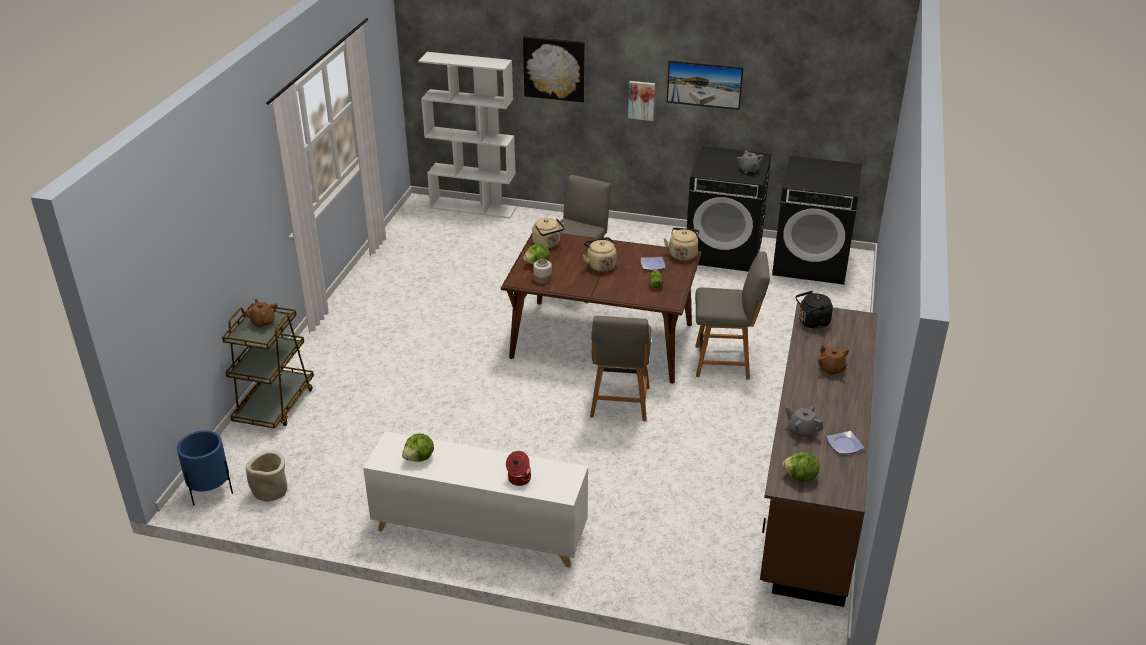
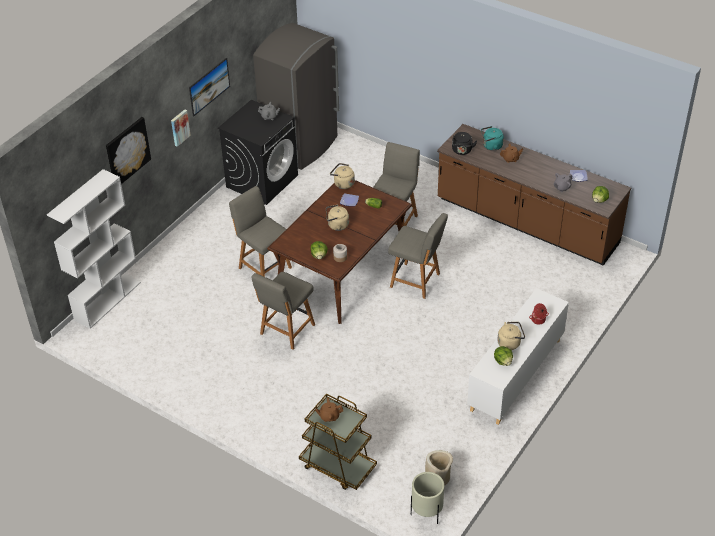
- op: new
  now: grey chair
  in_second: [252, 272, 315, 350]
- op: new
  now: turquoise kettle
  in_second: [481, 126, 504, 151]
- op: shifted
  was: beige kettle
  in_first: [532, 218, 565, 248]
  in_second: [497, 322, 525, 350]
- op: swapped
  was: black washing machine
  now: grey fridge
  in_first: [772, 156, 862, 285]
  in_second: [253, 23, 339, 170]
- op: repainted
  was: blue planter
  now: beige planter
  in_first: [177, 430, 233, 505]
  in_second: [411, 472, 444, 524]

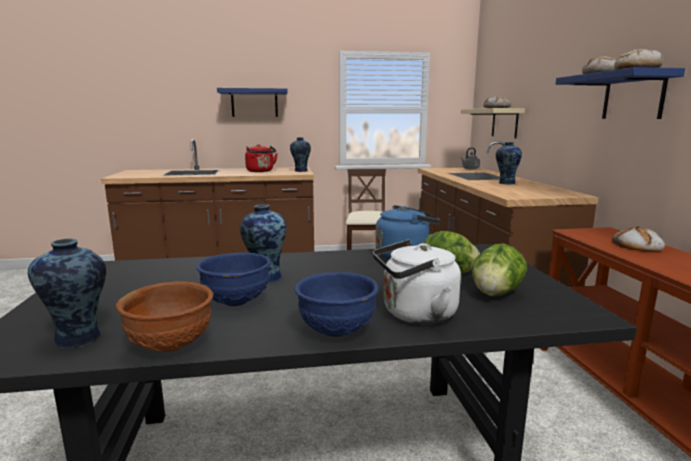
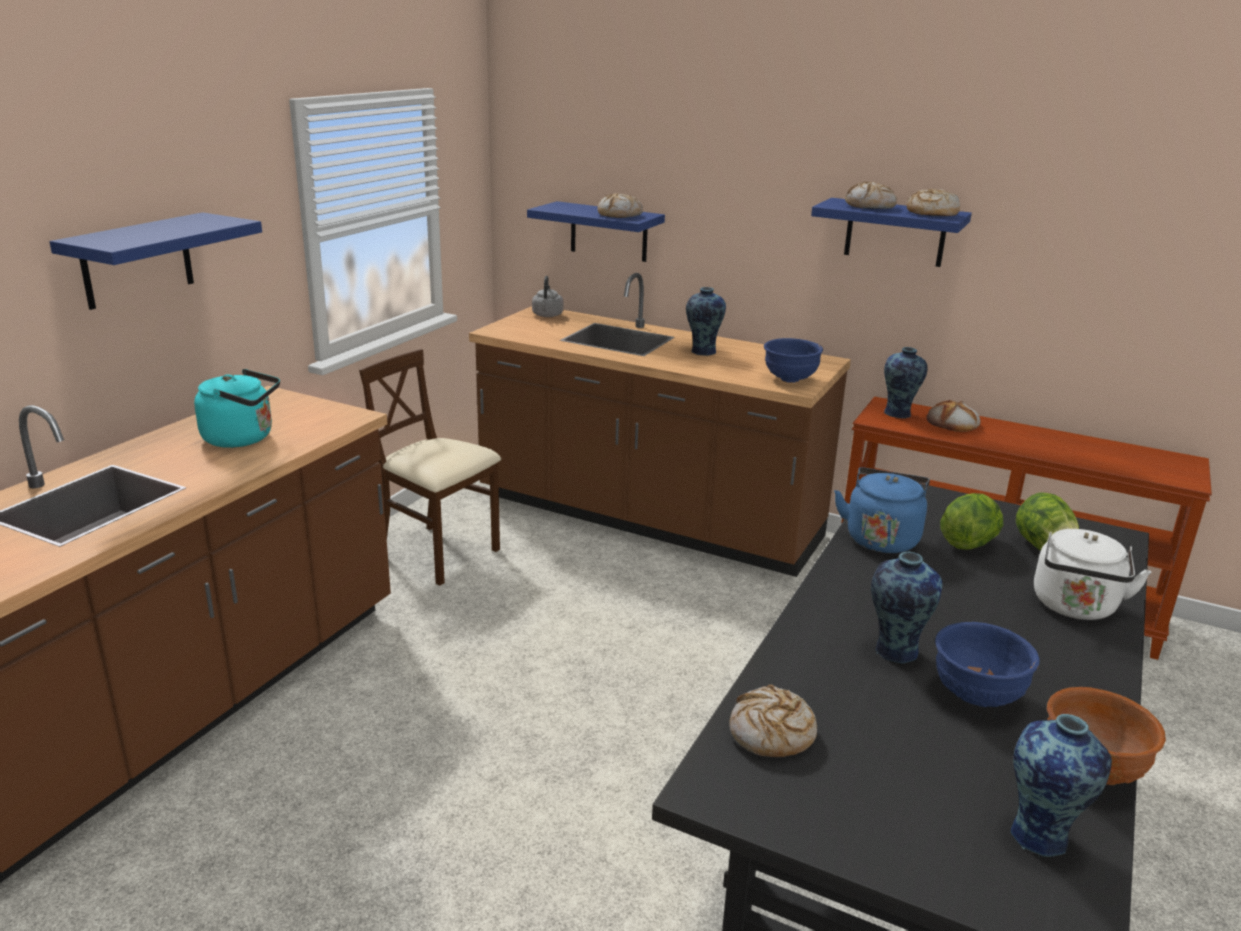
- op: new
  now: bread
  in_second: [729, 684, 817, 757]
- op: shifted
  was: vase
  in_first: [290, 137, 311, 172]
  in_second: [884, 347, 928, 418]
- op: shifted
  was: blue bowl
  in_first: [294, 272, 378, 337]
  in_second: [764, 338, 823, 383]
- op: repainted
  was: red kettle
  now: turquoise kettle
  in_first: [245, 144, 278, 172]
  in_second: [194, 369, 280, 448]
- op: repainted
  was: beige shelf
  now: blue shelf
  in_first: [461, 108, 525, 138]
  in_second: [527, 201, 665, 262]

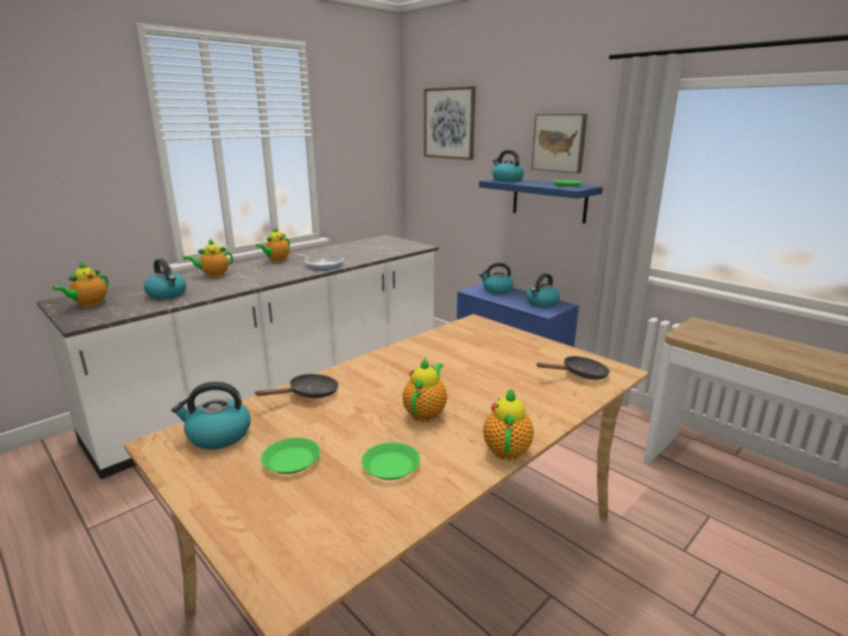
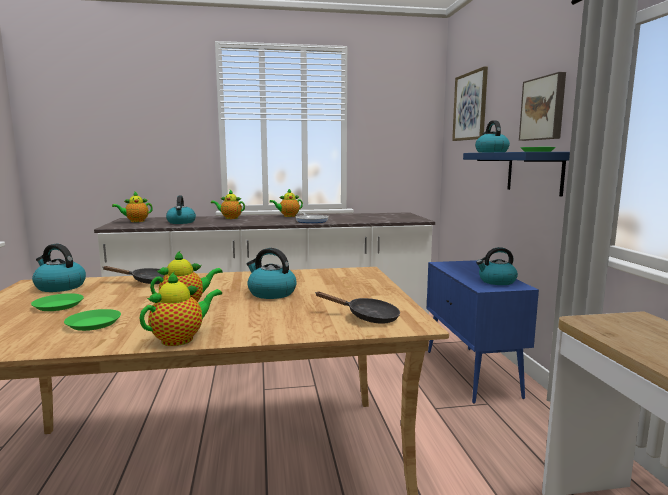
- op: shifted
  was: kettle
  in_first: [479, 263, 513, 294]
  in_second: [247, 248, 297, 299]

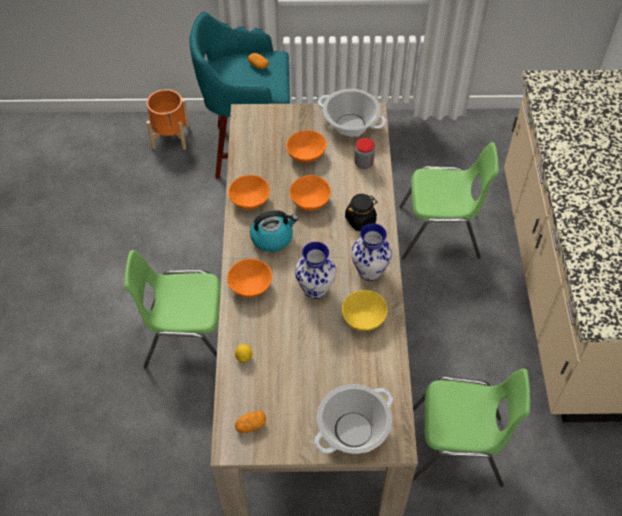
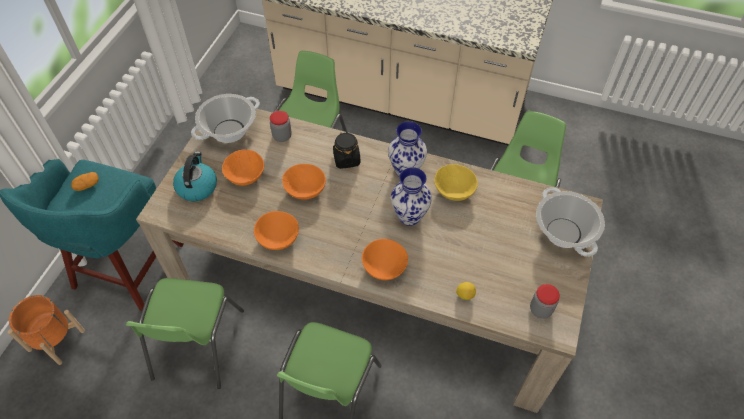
- op: new
  now: green chair
  in_second: [126, 278, 244, 389]
- op: shifted
  was: kettle
  in_first: [250, 210, 298, 252]
  in_second: [173, 151, 217, 201]
- op: swapped
  was: potato
  now: jar
  in_first: [235, 411, 266, 433]
  in_second: [530, 284, 560, 319]

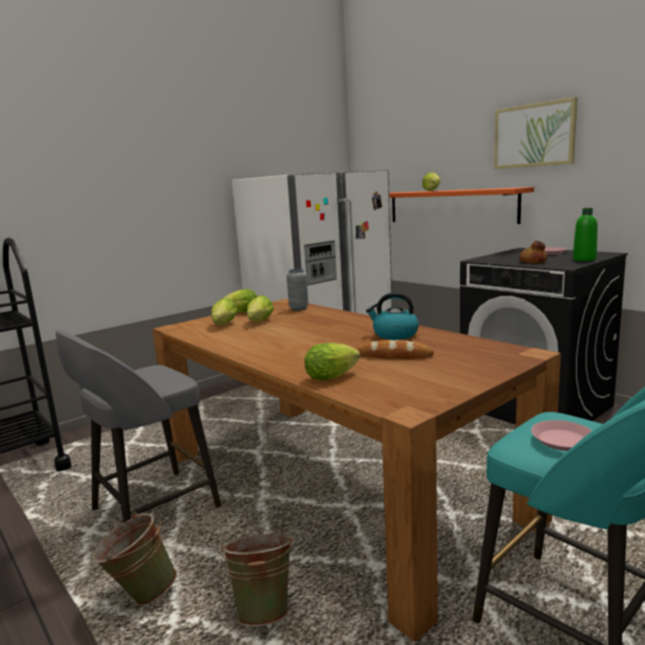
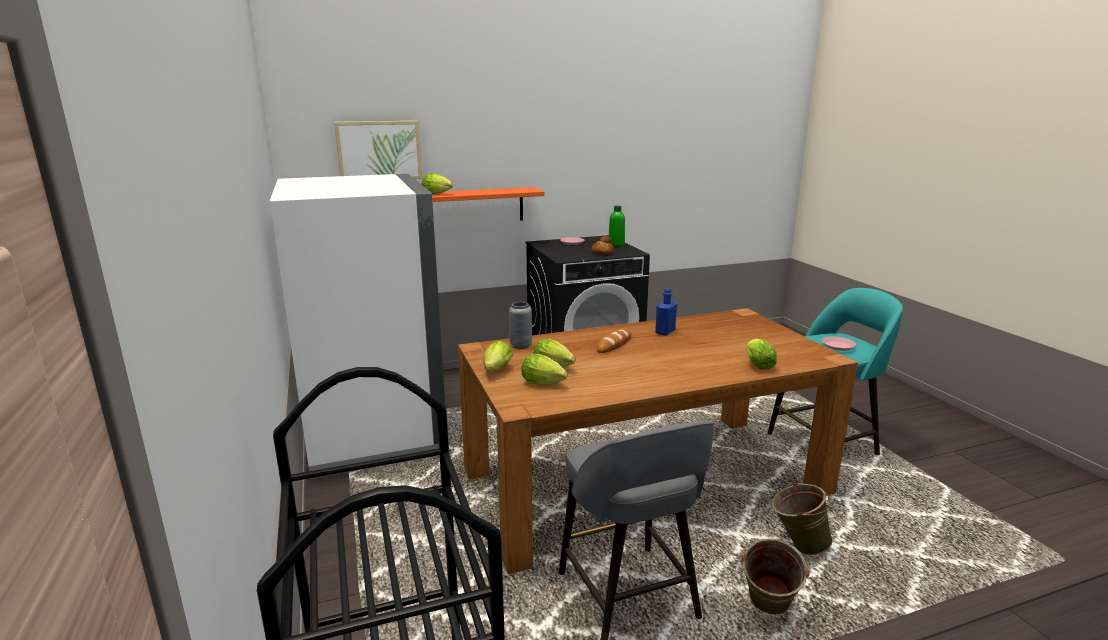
- op: shifted
  was: bread
  in_first: [356, 340, 434, 359]
  in_second: [597, 329, 631, 353]
- op: shifted
  was: picture
  in_first: [494, 97, 578, 169]
  in_second: [334, 121, 422, 179]
- op: swapped
  was: kettle
  now: blue bottle
  in_first: [366, 292, 419, 340]
  in_second: [655, 288, 677, 336]

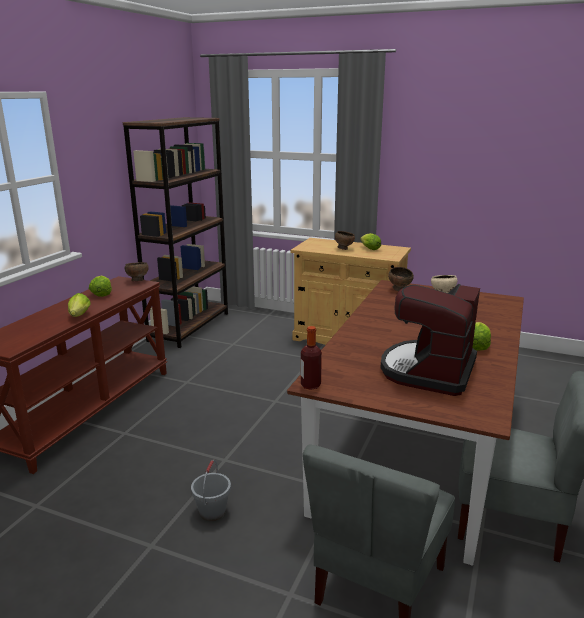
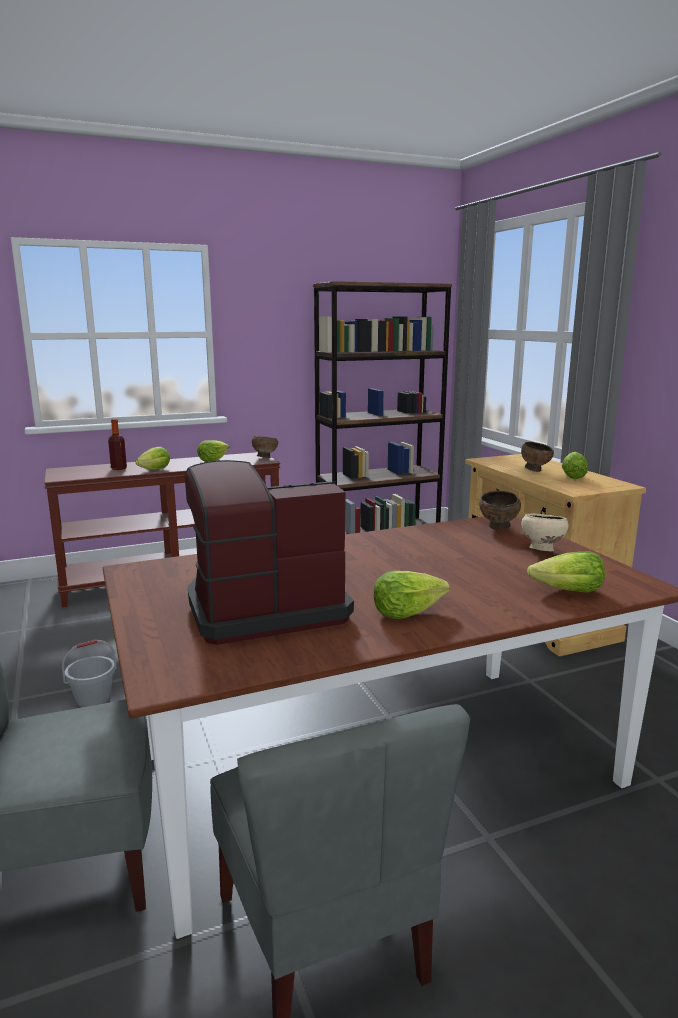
- op: new
  now: lettuce
  in_second: [527, 551, 605, 593]
- op: shifted
  was: bottle
  in_first: [301, 326, 322, 390]
  in_second: [108, 419, 127, 470]

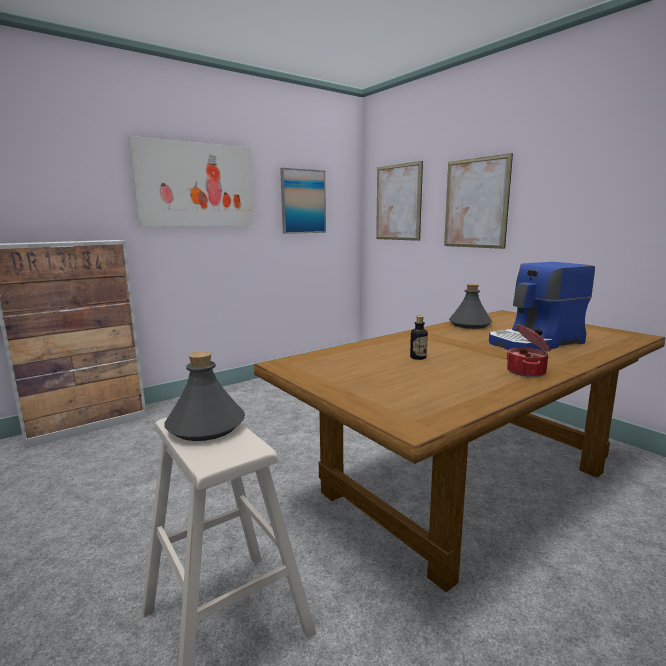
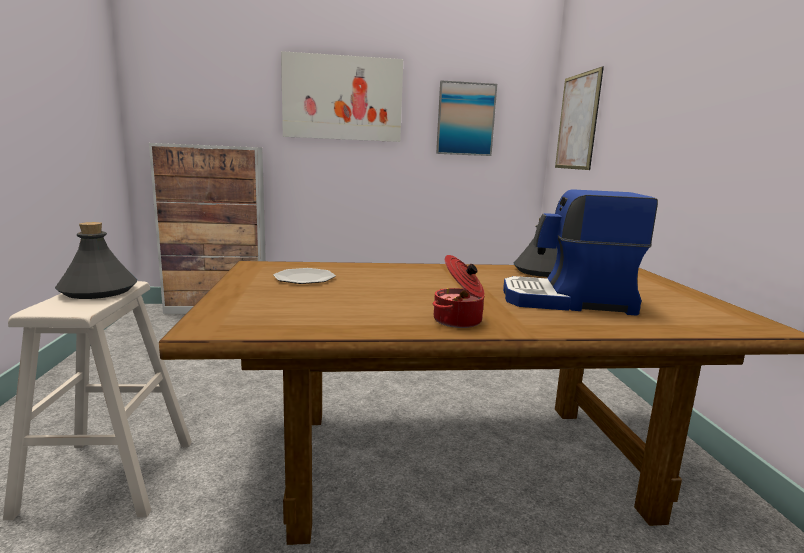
- op: gone
  was: bottle
  in_first: [410, 316, 428, 360]
- op: gone
  was: picture
  in_first: [444, 153, 513, 249]
- op: new
  now: plate
  in_second: [273, 268, 336, 284]

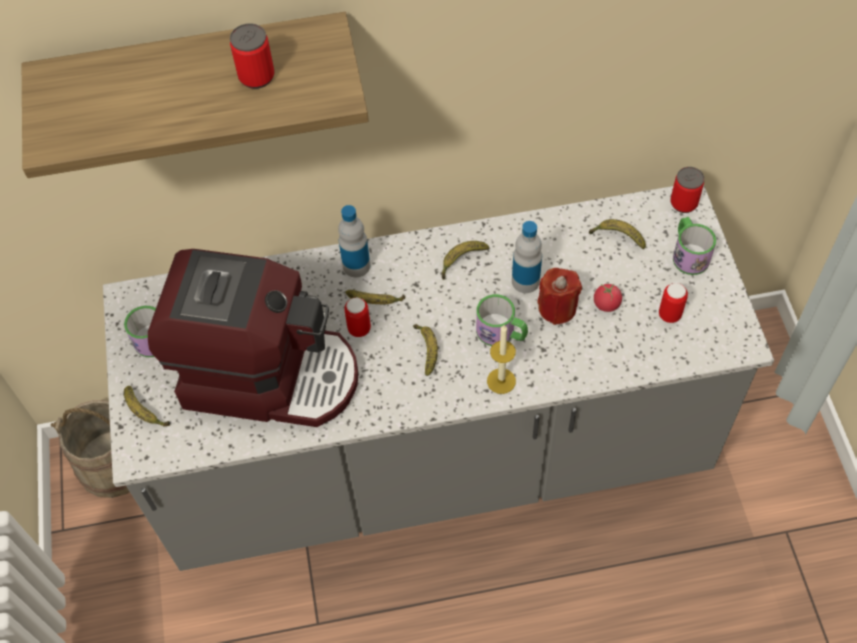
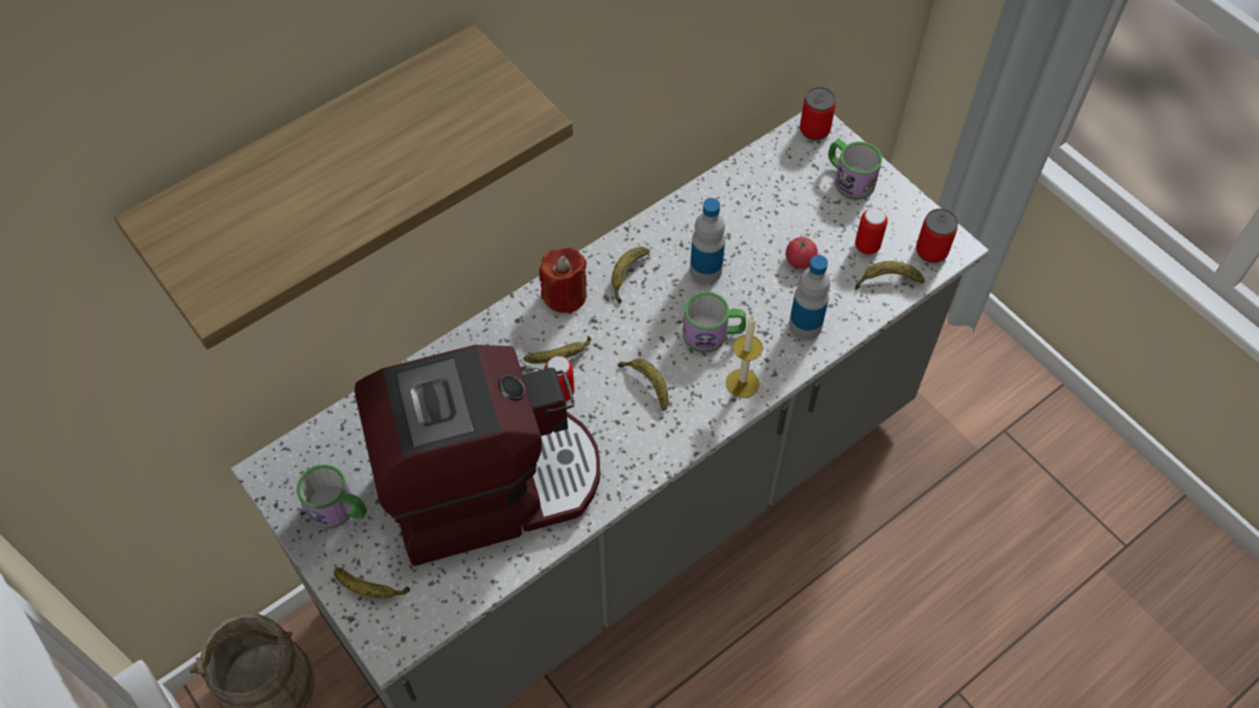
- op: shifted
  was: can
  in_first: [230, 23, 275, 89]
  in_second: [916, 209, 958, 263]
- op: shifted
  was: bottle
  in_first: [338, 205, 370, 277]
  in_second: [789, 255, 830, 340]
- op: shifted
  was: red candle
  in_first: [537, 268, 582, 325]
  in_second: [539, 247, 587, 314]
- op: shifted
  was: banana
  in_first: [589, 219, 646, 250]
  in_second: [855, 261, 925, 289]

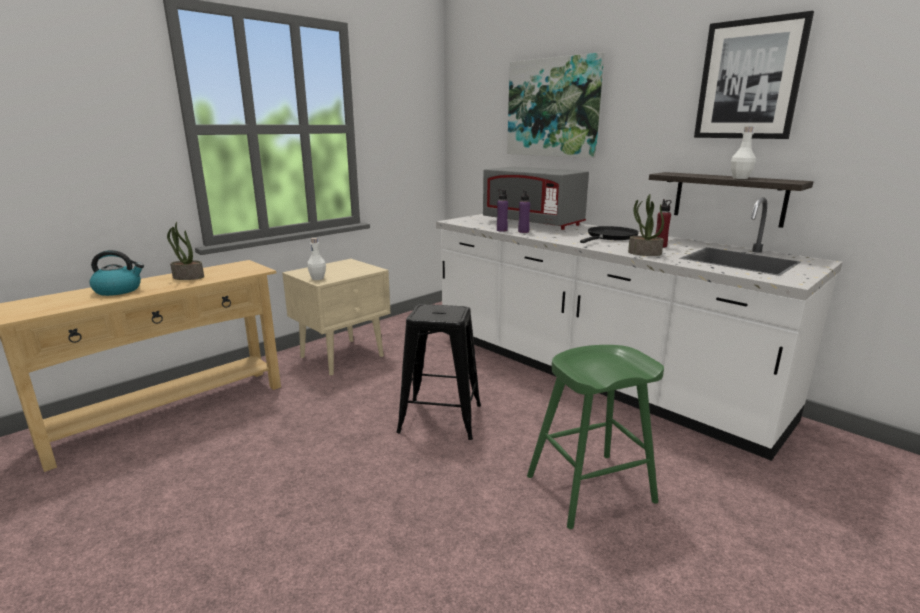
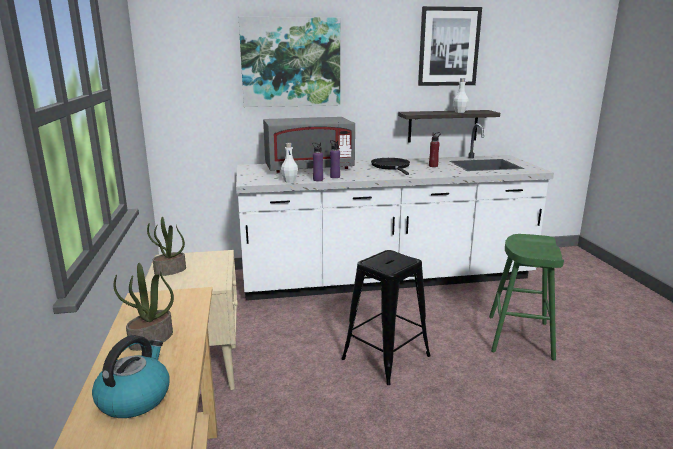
- op: shifted
  was: white bottle
  in_first: [307, 238, 326, 280]
  in_second: [281, 143, 298, 183]
- op: shifted
  was: potted plant
  in_first: [628, 194, 664, 256]
  in_second: [147, 217, 186, 276]

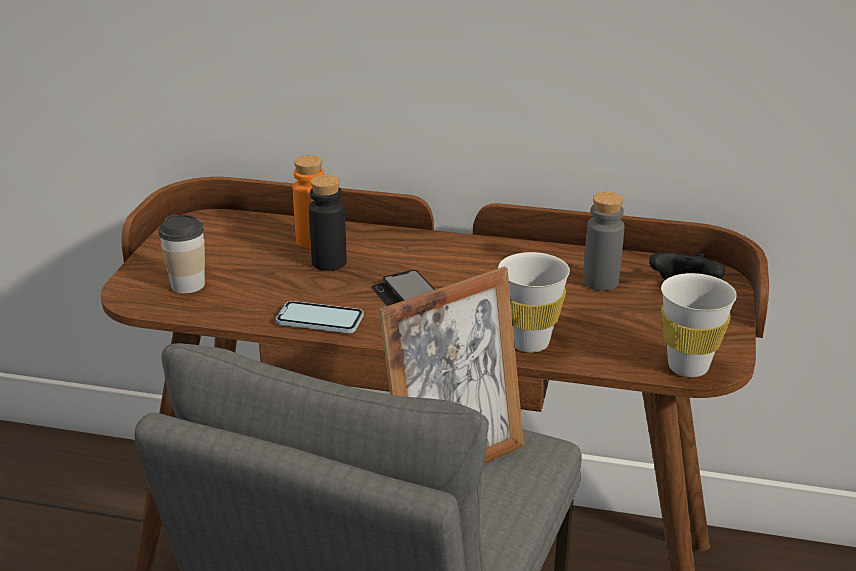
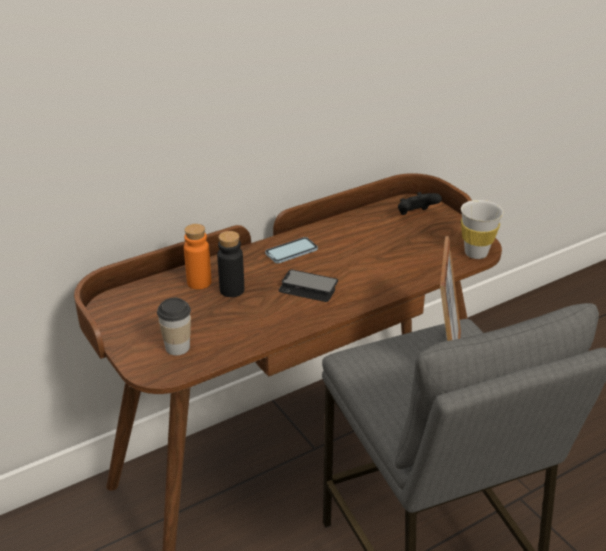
- op: gone
  was: white cup
  in_first: [498, 252, 570, 353]
- op: gone
  was: grey bottle
  in_first: [583, 192, 625, 291]
- op: shifted
  was: phone
  in_first: [276, 301, 364, 333]
  in_second: [265, 237, 318, 263]

